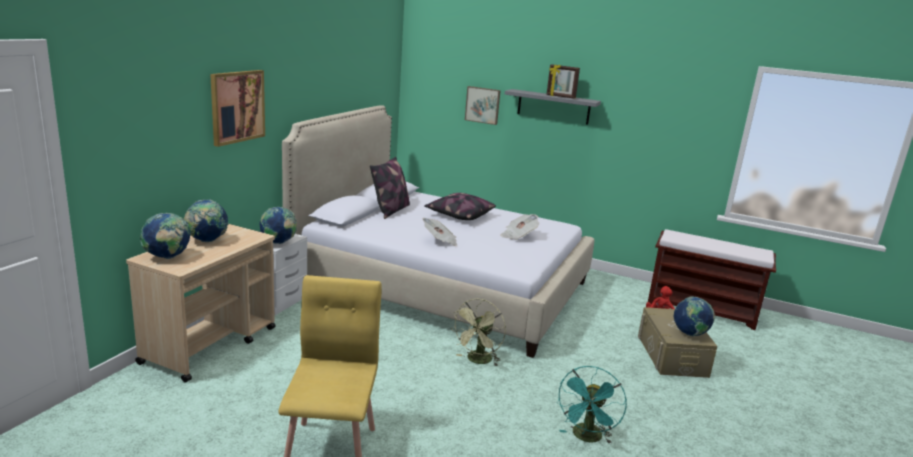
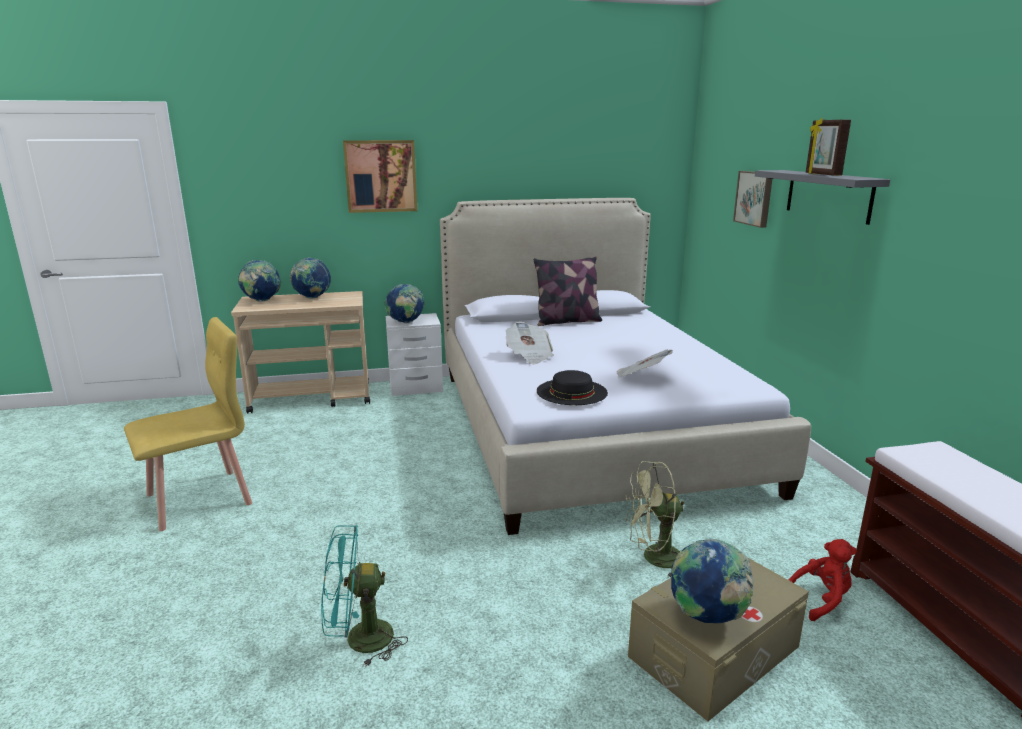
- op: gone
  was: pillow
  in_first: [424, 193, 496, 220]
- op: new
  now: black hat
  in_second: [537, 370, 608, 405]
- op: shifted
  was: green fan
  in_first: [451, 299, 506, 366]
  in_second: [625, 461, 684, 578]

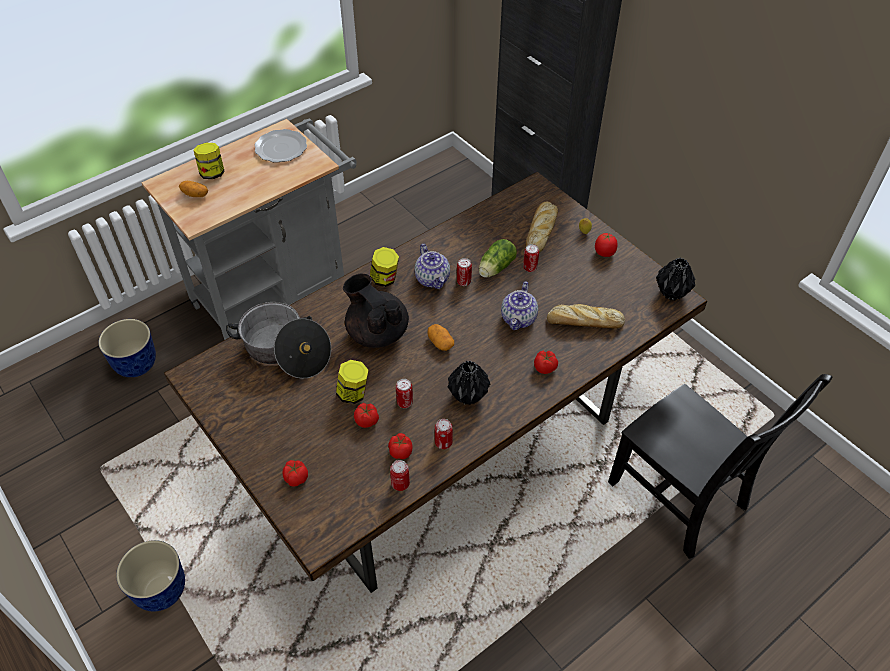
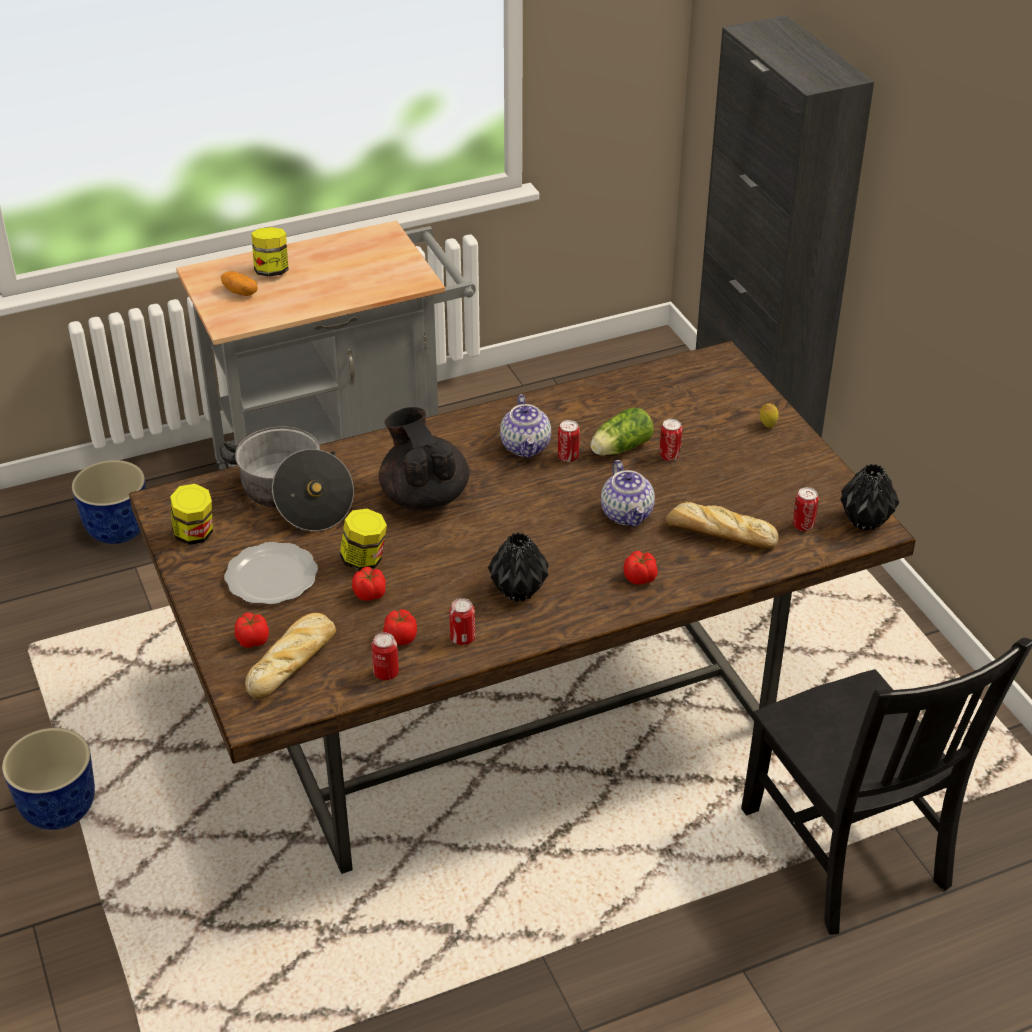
- op: gone
  was: potato
  in_first: [427, 324, 454, 351]
- op: gone
  was: tomato
  in_first: [595, 232, 617, 257]
- op: shifted
  was: plate
  in_first: [255, 129, 307, 163]
  in_second: [224, 542, 318, 605]
- op: shifted
  was: jar
  in_first: [370, 247, 399, 287]
  in_second: [170, 484, 213, 545]
- op: shifted
  was: can
  in_first: [396, 379, 413, 408]
  in_second: [793, 487, 819, 531]
- op: shifted
  was: bread
  in_first: [526, 202, 558, 253]
  in_second: [245, 613, 336, 699]
- op: rotated
  was: teapot
  in_first: [501, 281, 538, 330]
  in_second: [601, 460, 655, 527]
  clockwise: -45

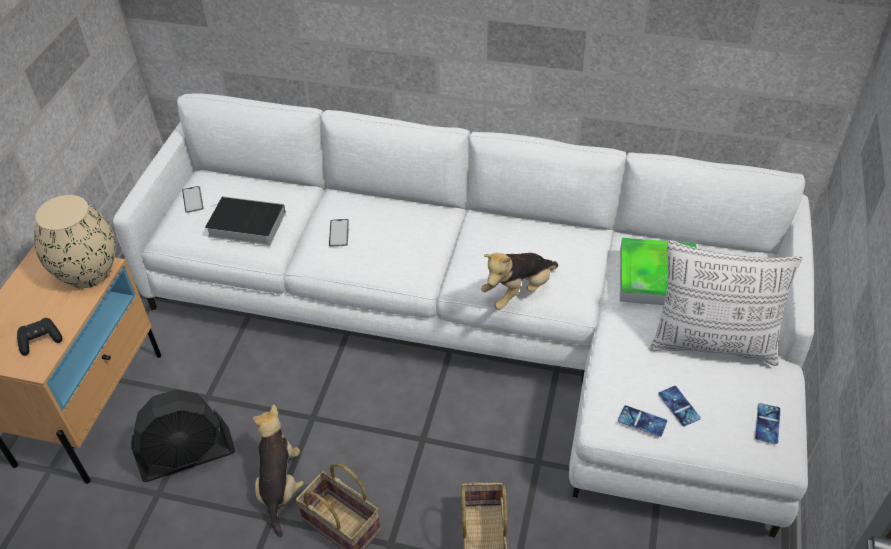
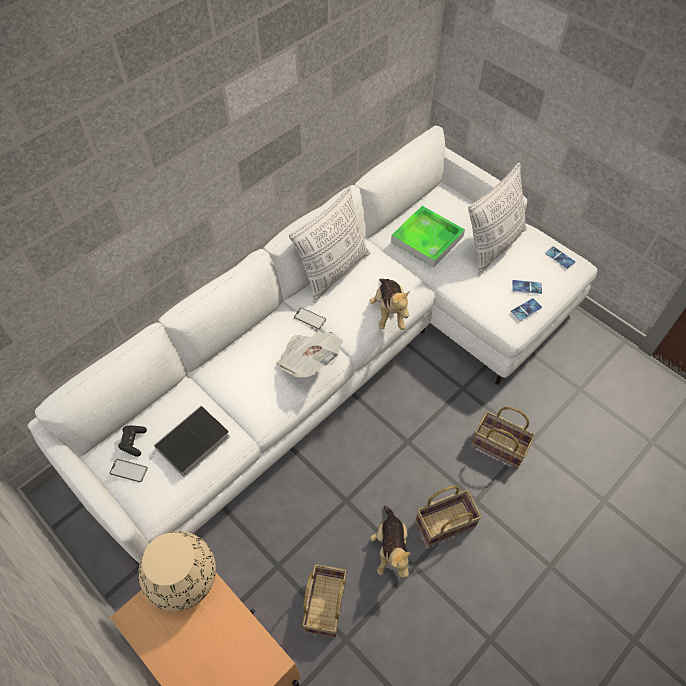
- op: new
  now: newspaper
  in_second: [276, 332, 343, 378]
- op: new
  now: pillow
  in_second: [289, 187, 370, 303]
- op: shifted
  was: black game controller
  in_first: [17, 318, 62, 356]
  in_second: [118, 426, 147, 457]
- op: shifted
  was: phone
  in_first: [329, 219, 349, 247]
  in_second: [294, 307, 326, 329]
- op: swapped
  was: black fan
  now: basket
  in_first: [131, 389, 235, 482]
  in_second: [302, 564, 347, 638]
- op: rotated
  was: plush toy
  in_first: [253, 405, 304, 537]
  in_second: [370, 506, 411, 578]
  clockwise: -120

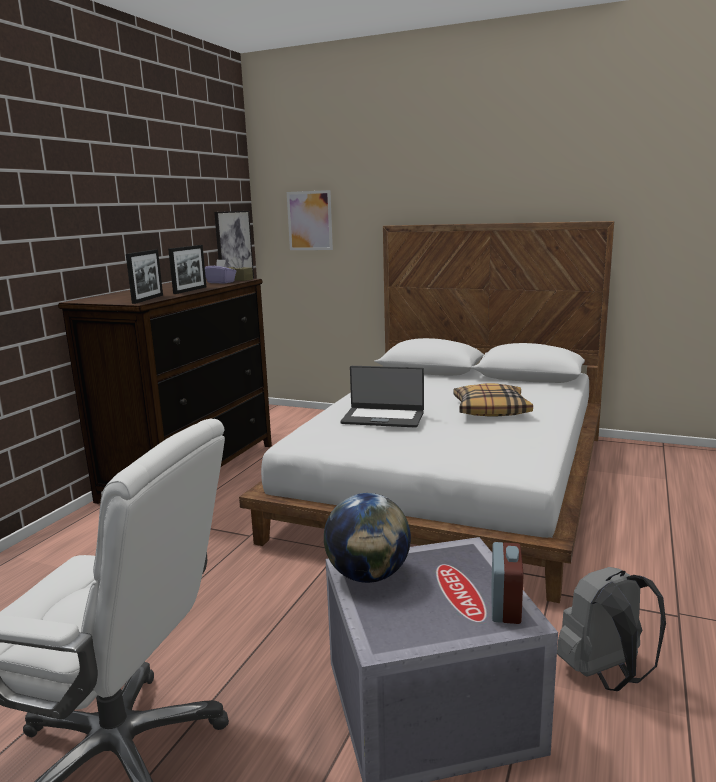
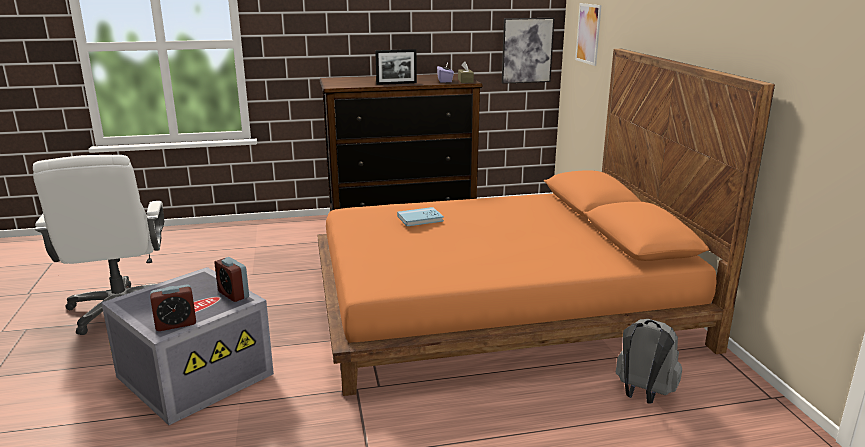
- op: gone
  was: picture frame
  in_first: [126, 249, 163, 304]
- op: gone
  was: globe
  in_first: [324, 493, 411, 583]
- op: gone
  was: pillow
  in_first: [453, 383, 533, 417]
- op: new
  now: alarm clock
  in_second: [214, 257, 249, 302]
- op: shifted
  was: grey backpack
  in_first: [557, 567, 666, 691]
  in_second: [616, 319, 682, 403]
- op: swapped
  was: laptop
  now: blue book
  in_first: [340, 366, 424, 428]
  in_second: [397, 207, 444, 226]
- op: repainted
  was: white bed
  now: orange bed
  in_first: [239, 221, 614, 603]
  in_second: [318, 49, 775, 396]

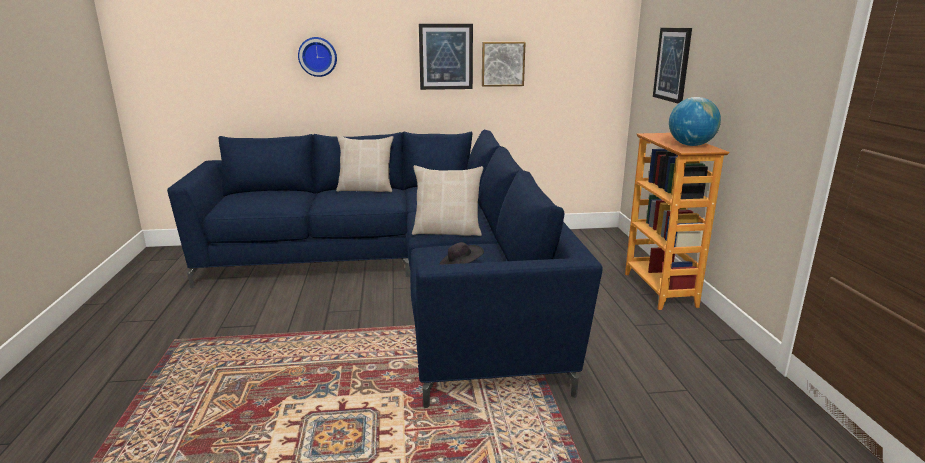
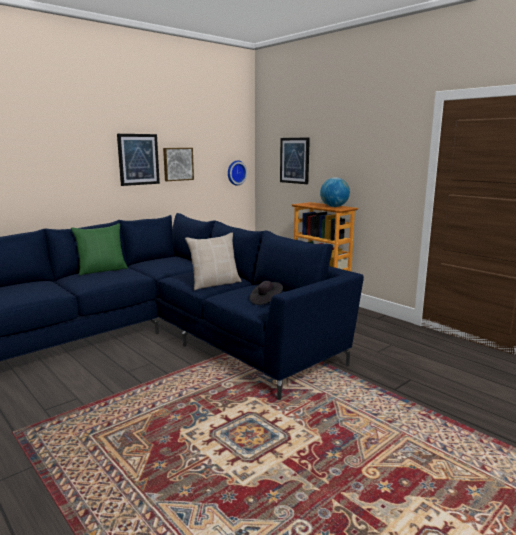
- op: shifted
  was: wall clock
  in_first: [298, 37, 337, 77]
  in_second: [228, 160, 247, 186]
- op: repainted
  was: beige pillow
  now: green pillow
  in_first: [336, 136, 393, 192]
  in_second: [71, 223, 128, 276]

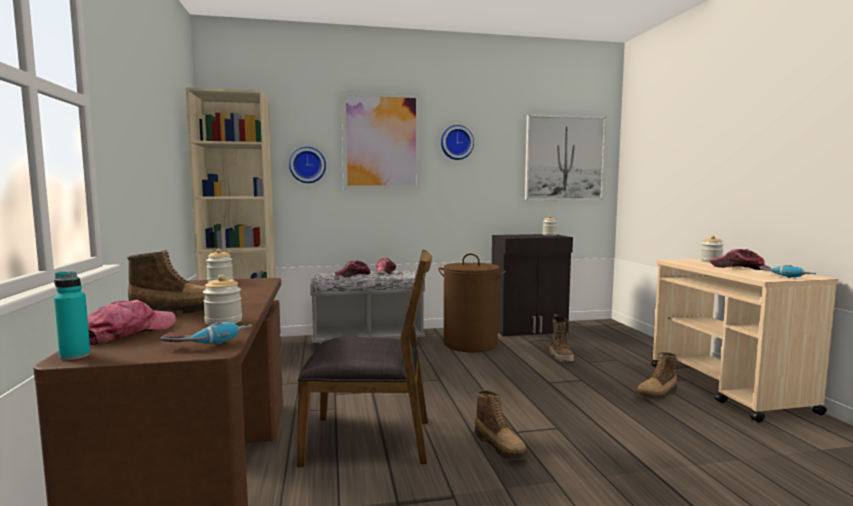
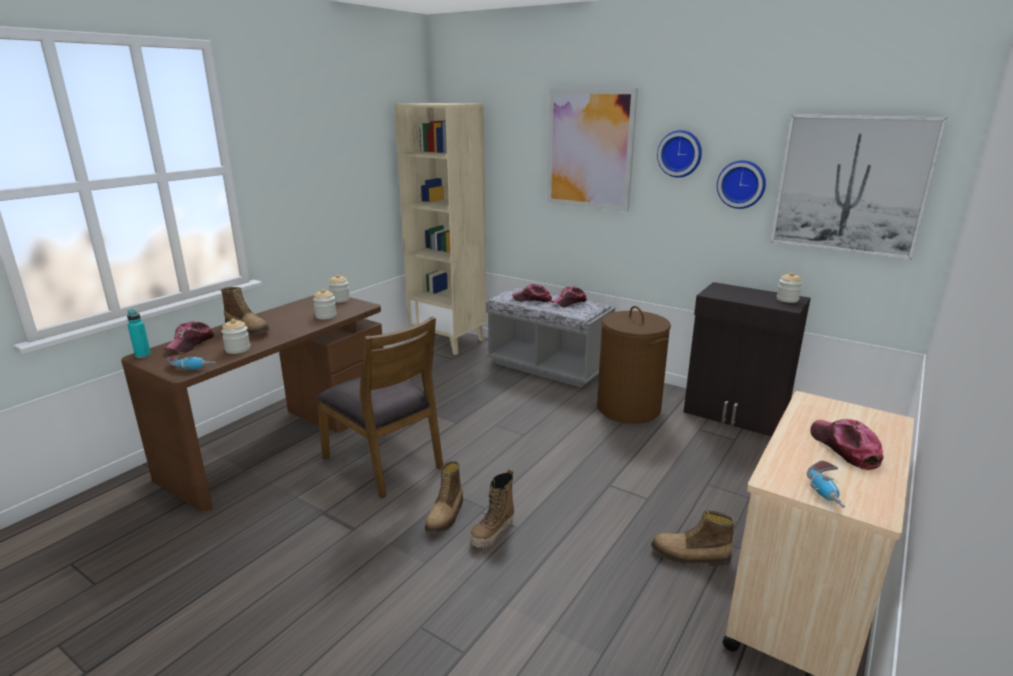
- op: shifted
  was: wall clock
  in_first: [289, 147, 326, 183]
  in_second: [717, 160, 766, 209]
- op: shifted
  was: boot
  in_first: [549, 314, 574, 362]
  in_second: [470, 469, 514, 548]
- op: shifted
  was: jar
  in_first: [700, 235, 724, 262]
  in_second: [313, 289, 337, 319]
- op: rotated
  was: cap
  in_first: [87, 300, 176, 345]
  in_second: [164, 321, 214, 352]
  clockwise: 120

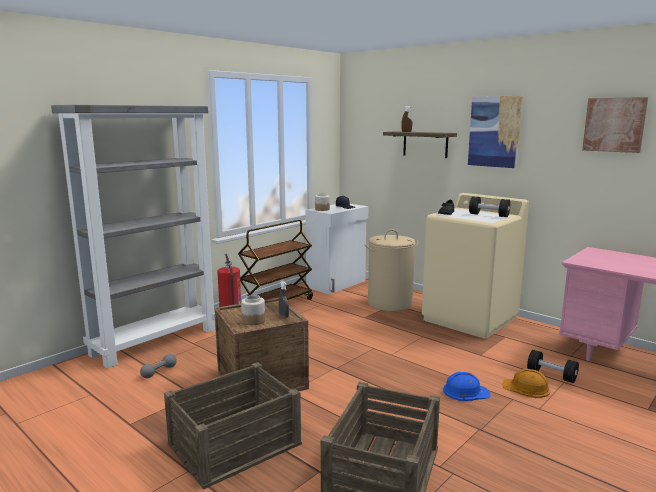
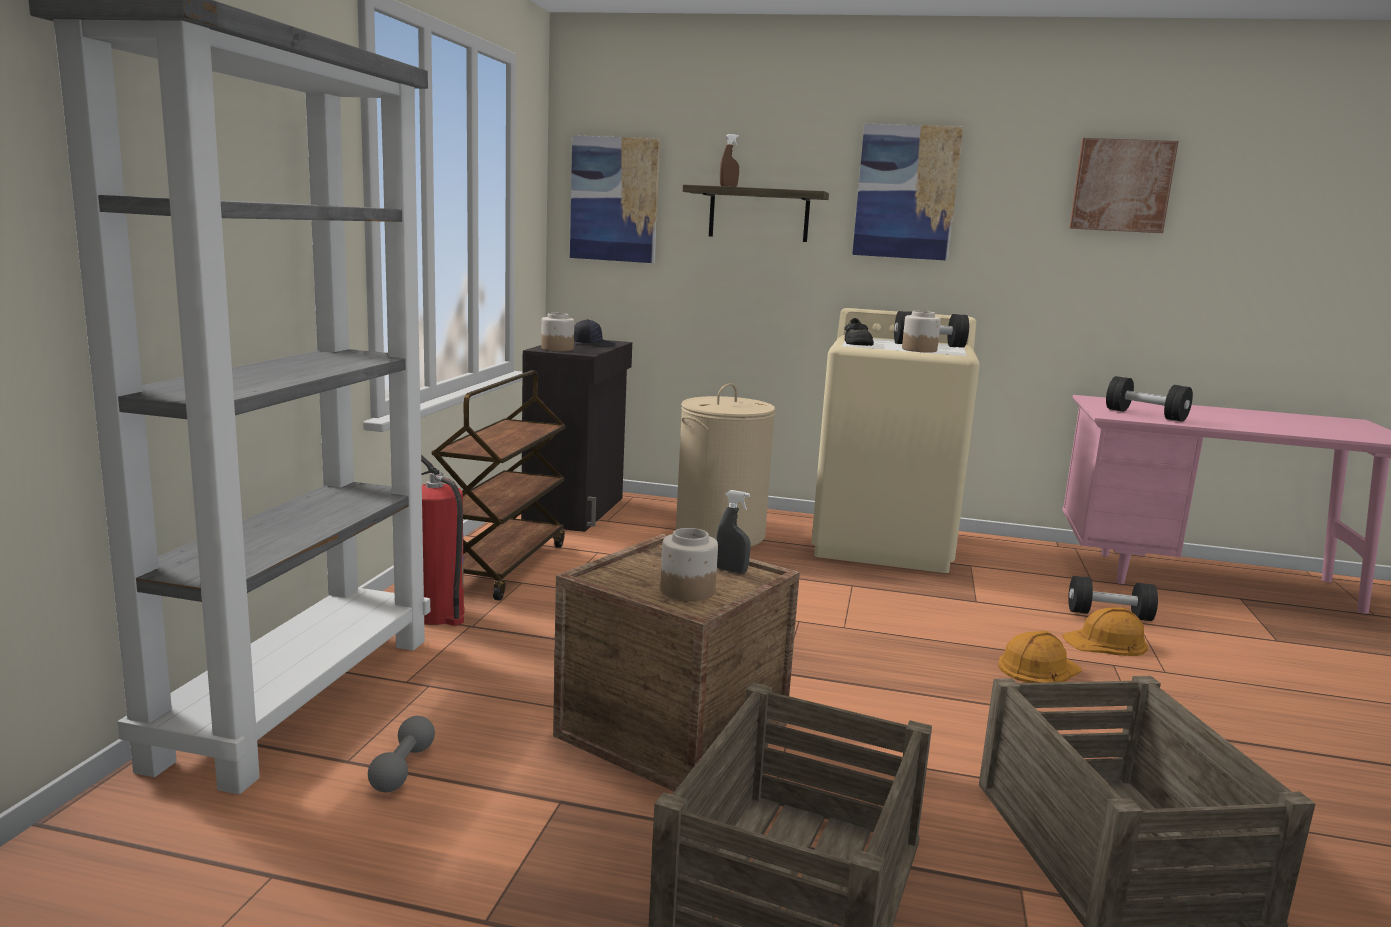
- op: new
  now: picture
  in_second: [570, 135, 660, 263]
- op: new
  now: jar
  in_second: [902, 311, 941, 353]
- op: new
  now: black dumbbell
  in_second: [1106, 376, 1193, 422]
- op: repainted
  was: white cabinet
  now: black cabinet
  in_first: [306, 204, 368, 294]
  in_second: [521, 340, 632, 532]
- op: repainted
  was: blue hard hat
  now: orange hard hat
  in_first: [443, 372, 491, 401]
  in_second: [998, 631, 1082, 683]

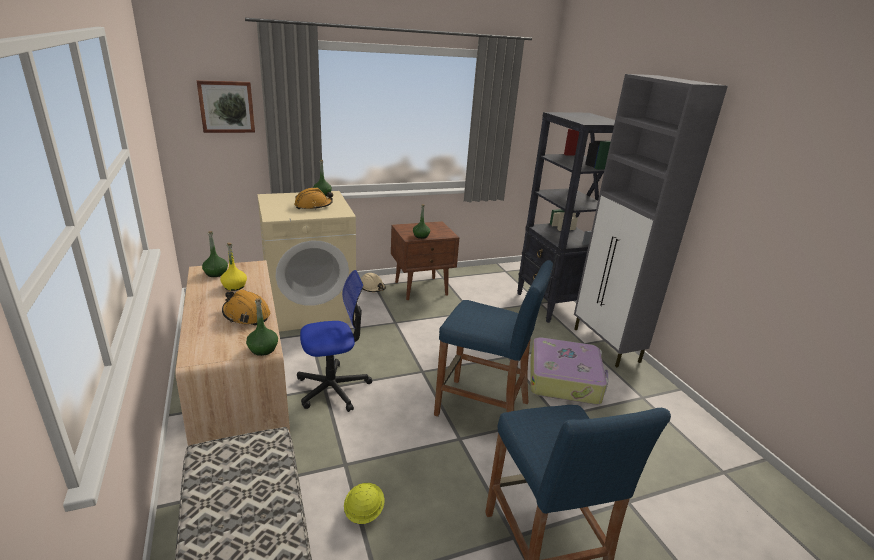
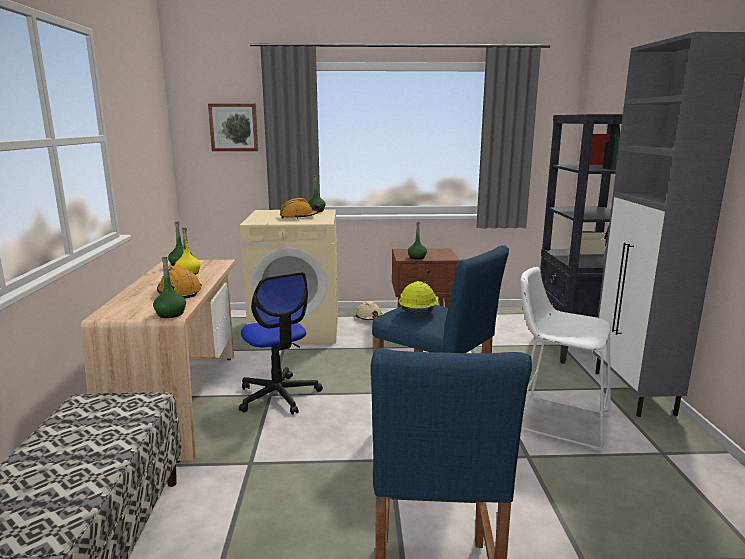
- op: shifted
  was: yellow hard hat
  in_first: [344, 483, 385, 524]
  in_second: [399, 281, 439, 314]
- op: swapped
  was: suitcase
  now: white stool
  in_first: [530, 337, 608, 404]
  in_second: [520, 267, 612, 452]
- op: rotated
  was: office chair
  in_first: [297, 270, 372, 412]
  in_second: [239, 272, 323, 415]
  clockwise: 60

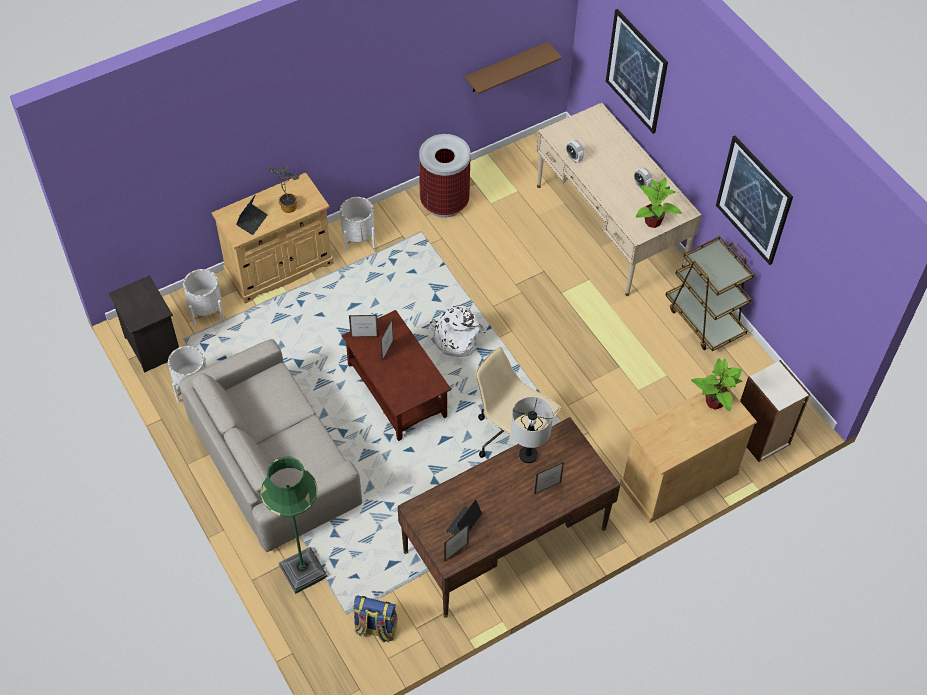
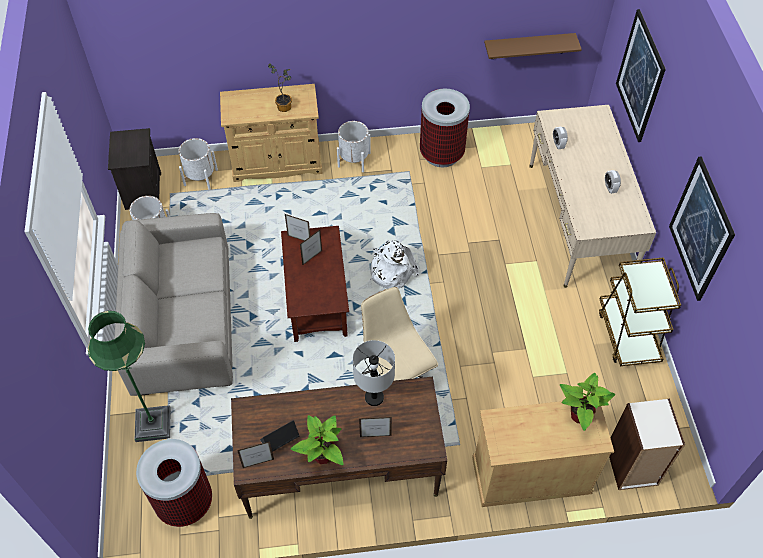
- op: gone
  was: laptop
  in_first: [236, 195, 268, 235]
- op: shifted
  was: potted plant
  in_first: [636, 178, 682, 228]
  in_second: [291, 415, 344, 465]
- op: swapped
  was: backpack
  now: trash can
  in_first: [353, 595, 397, 643]
  in_second: [136, 439, 212, 527]

